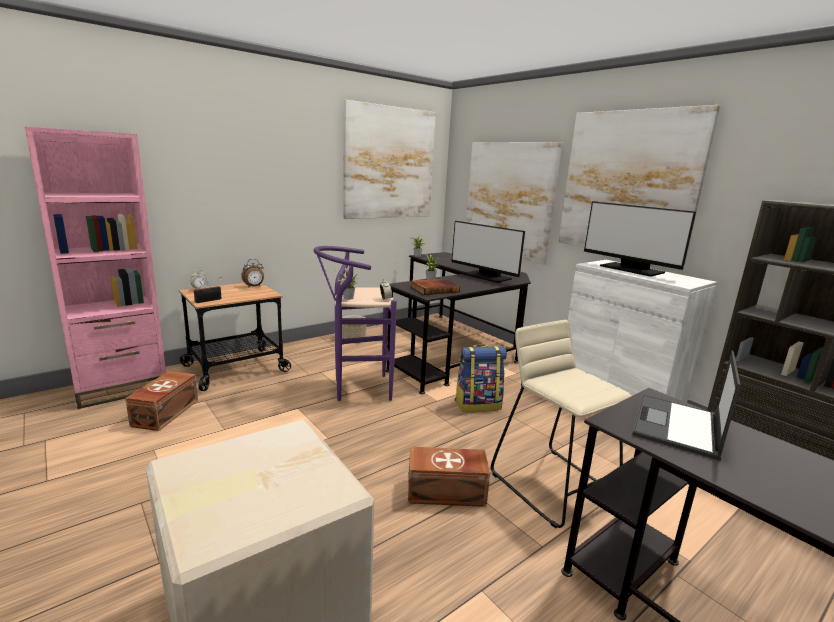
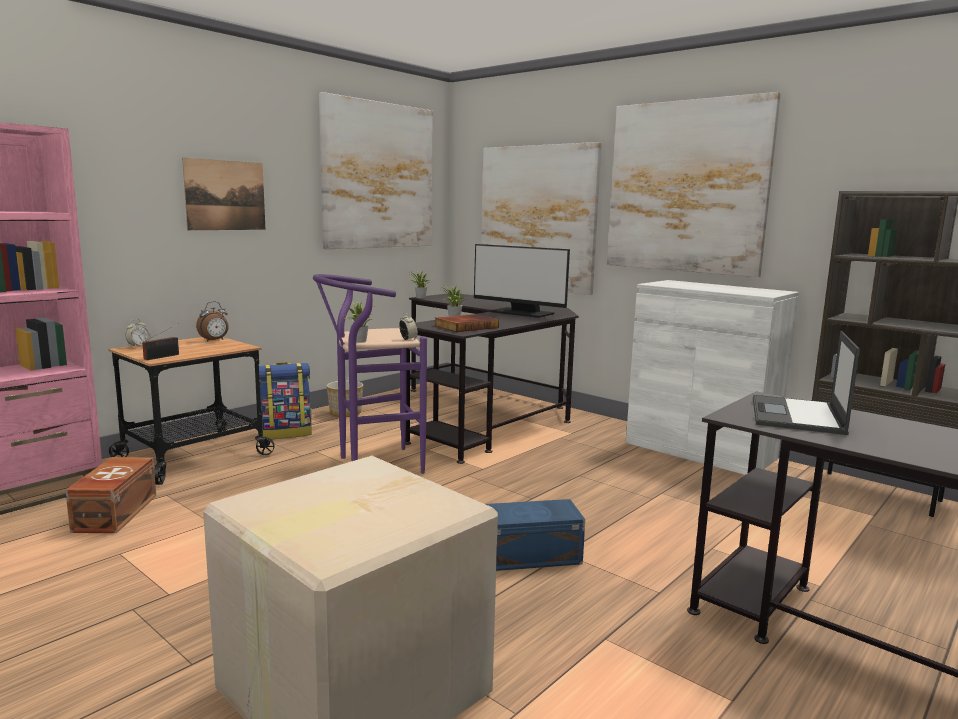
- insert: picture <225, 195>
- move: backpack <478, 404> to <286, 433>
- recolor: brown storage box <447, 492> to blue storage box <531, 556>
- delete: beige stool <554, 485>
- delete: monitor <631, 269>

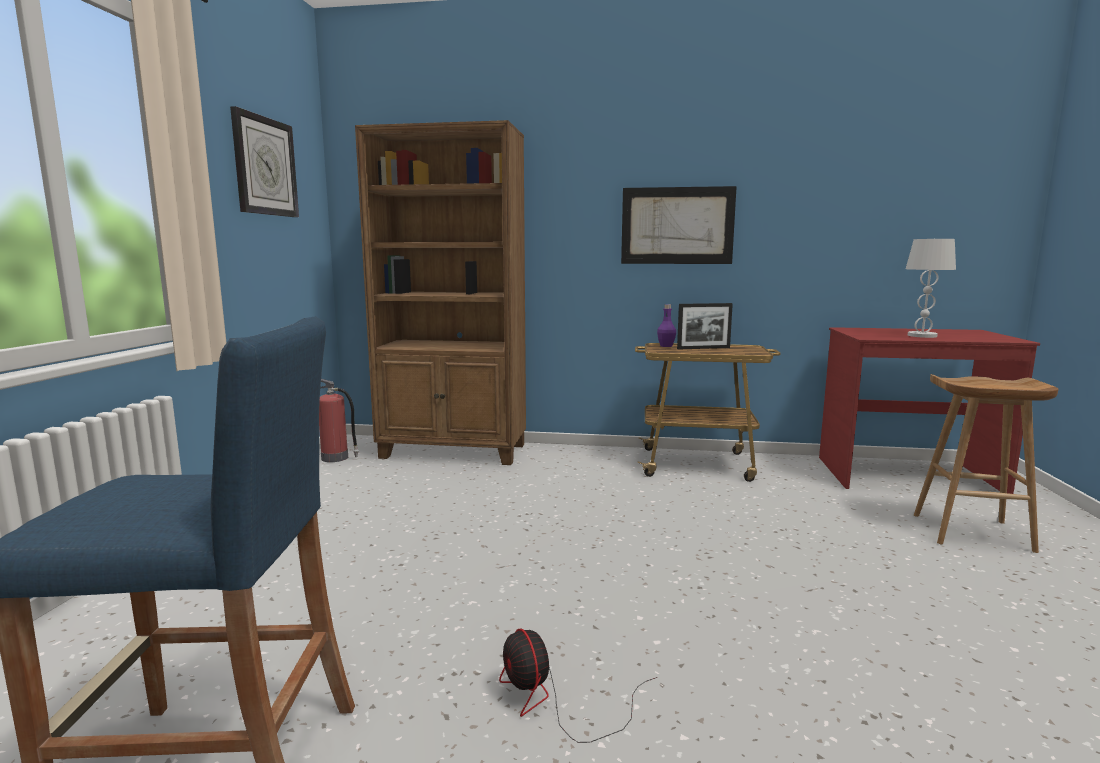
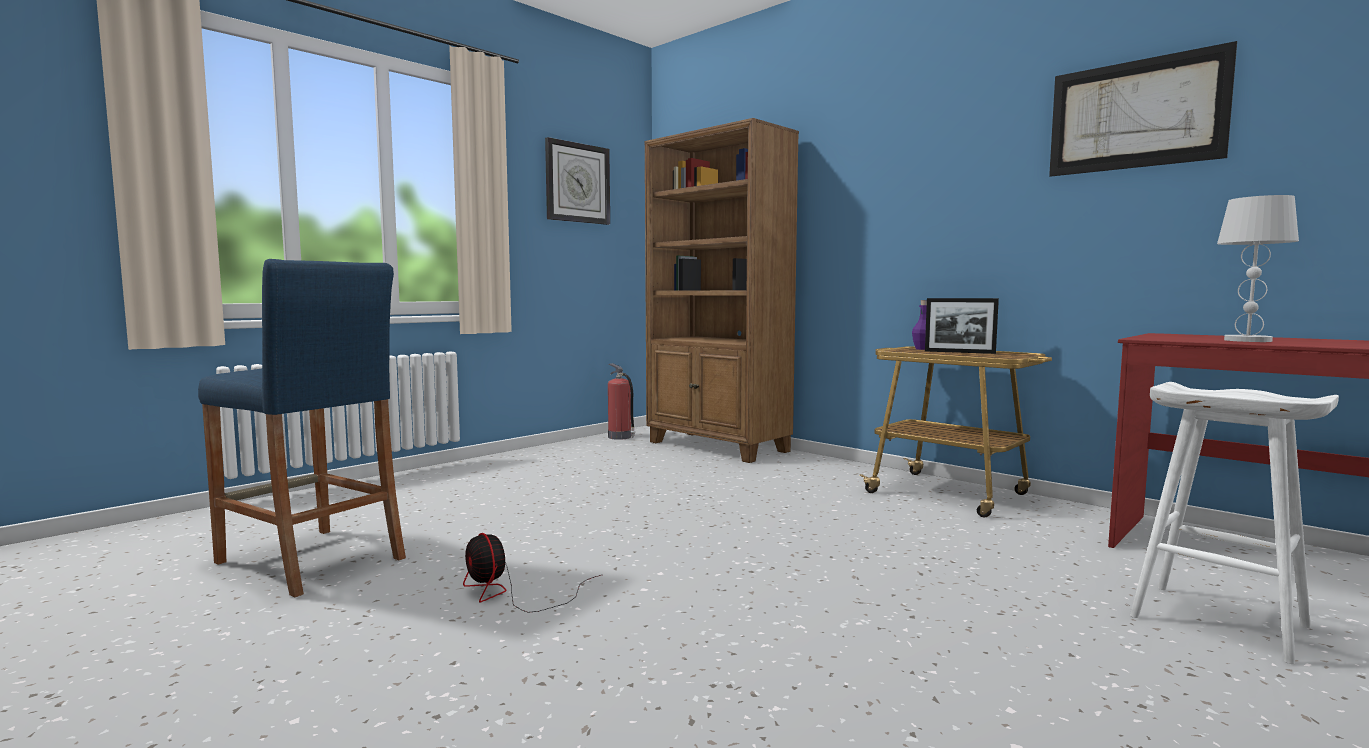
- rotate: fan <555, 702> = <511, 593> 45 degrees counterclockwise
- move: picture <677, 226> to <1135, 114>
- recolor: brown stool <970, 533> to white stool <1215, 621>

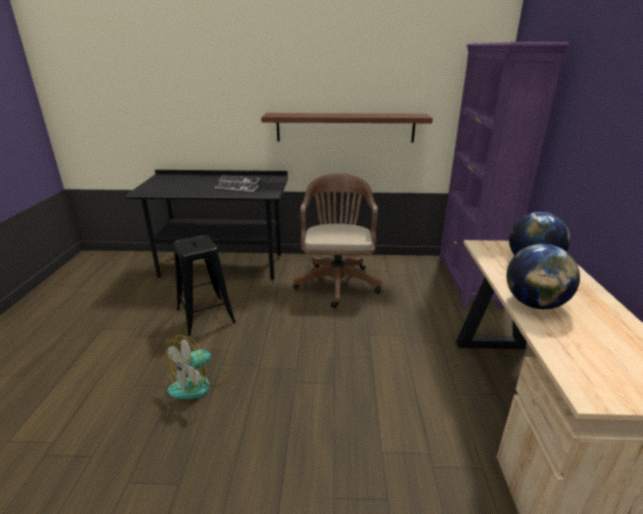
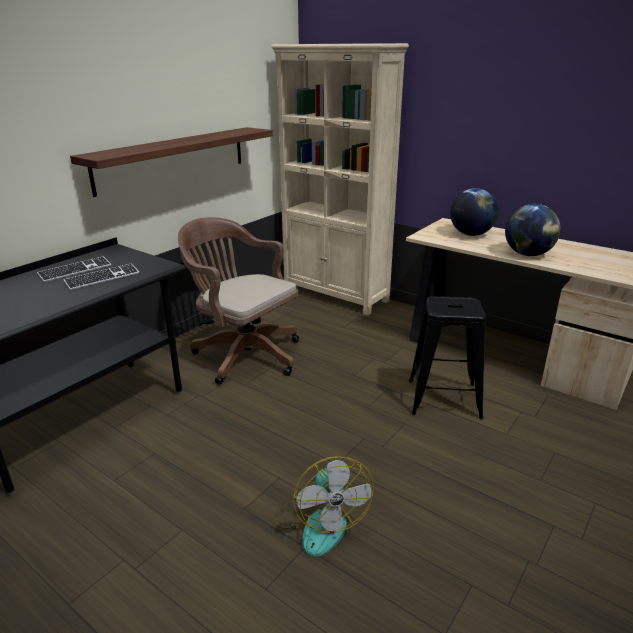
- recolor: purple bookcase <468, 281> to beige bookcase <336, 295>
- move: black stool <205, 316> to <444, 399>

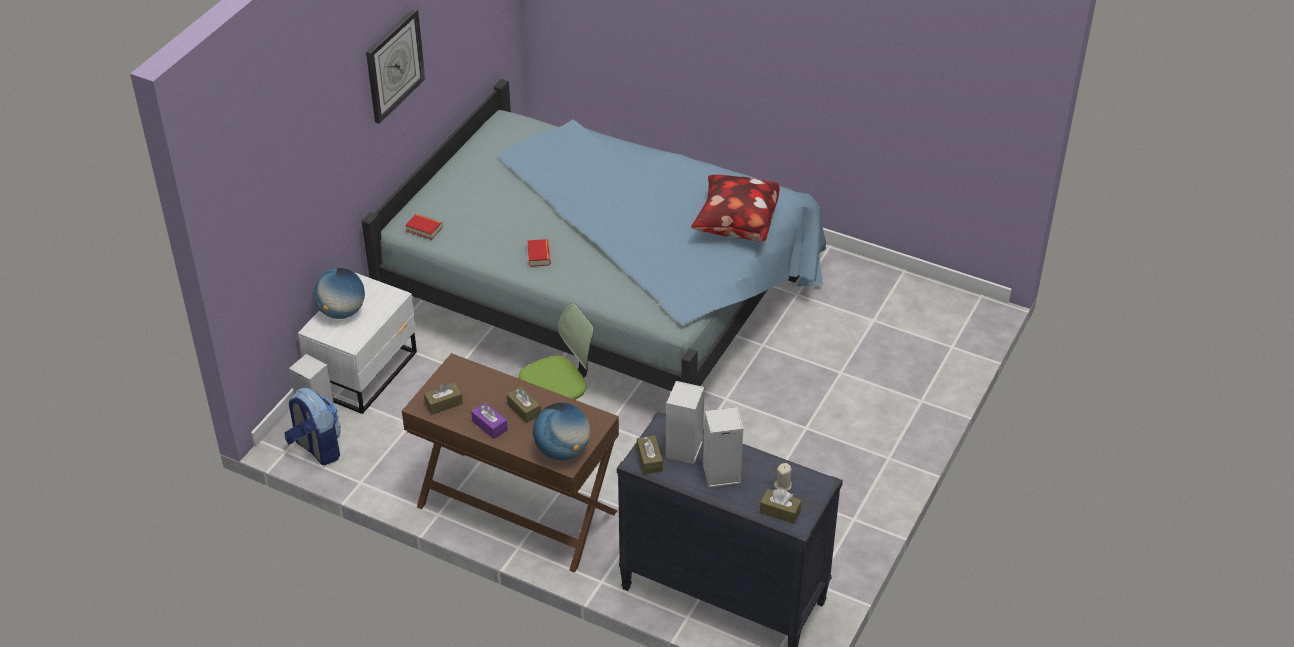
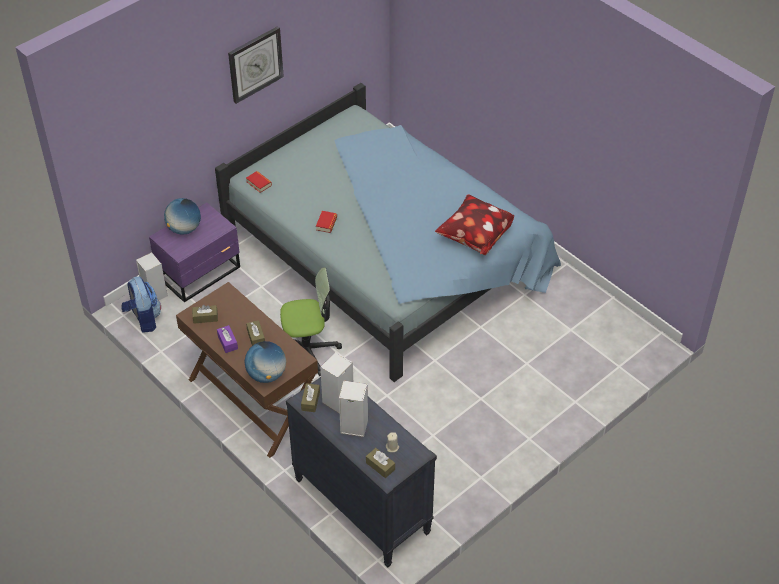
- recolor: white nightstand <366, 372> to purple nightstand <200, 272>

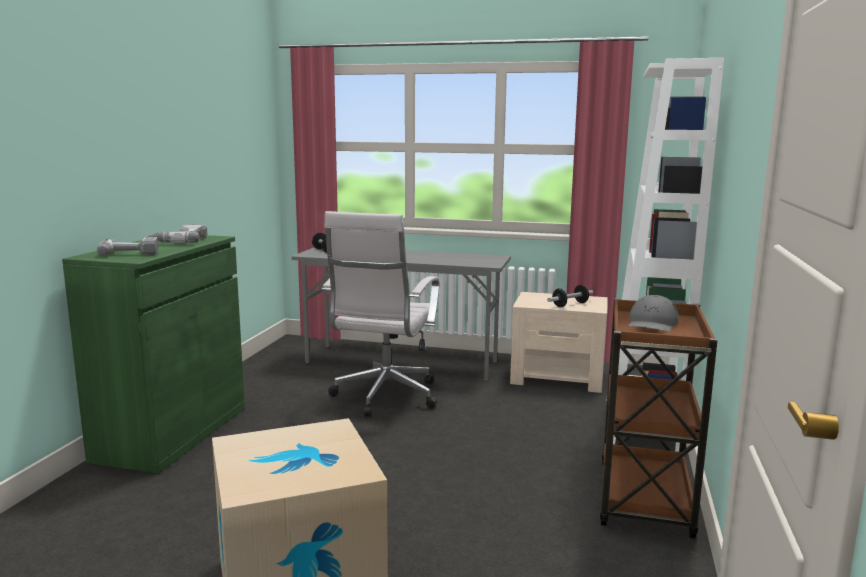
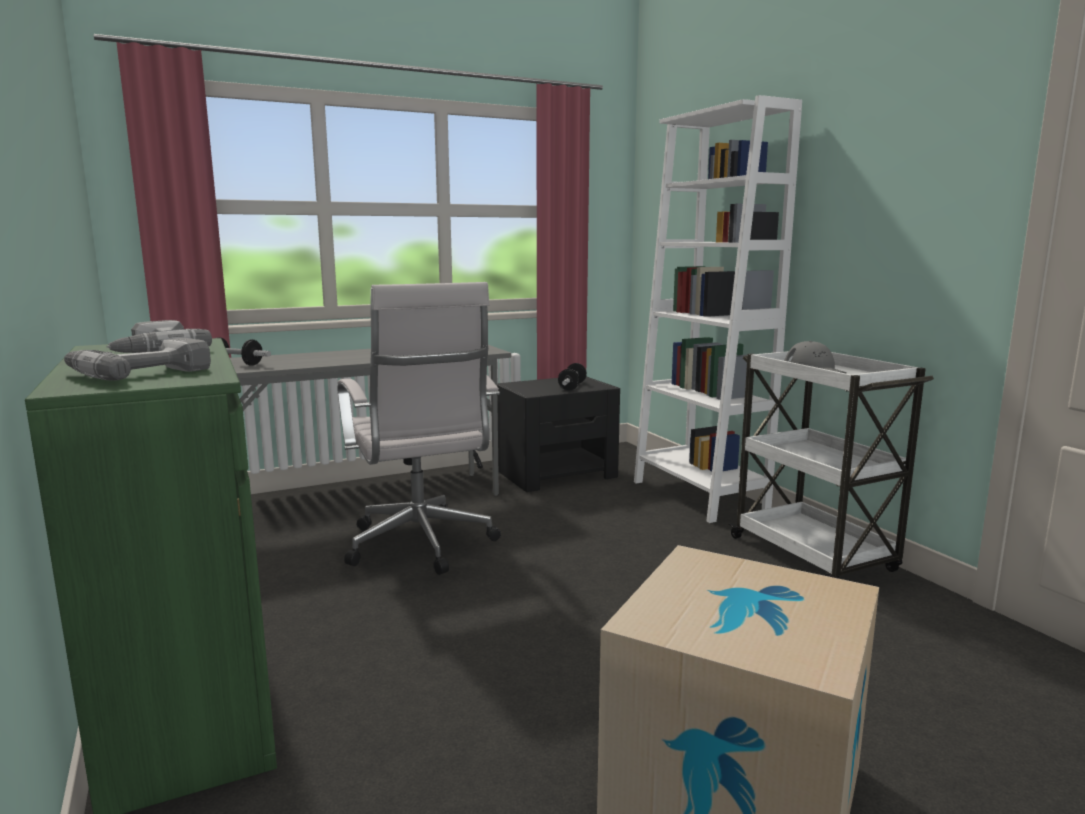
- recolor: beige nightstand <558, 377> to black nightstand <557, 473>
- recolor: brown cart <644, 500> to white cart <814, 555>

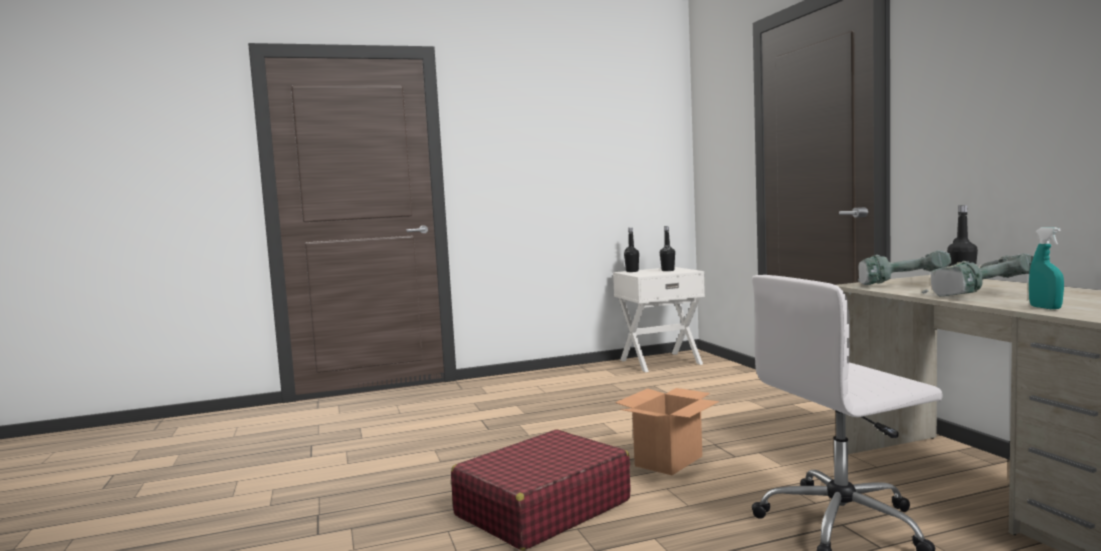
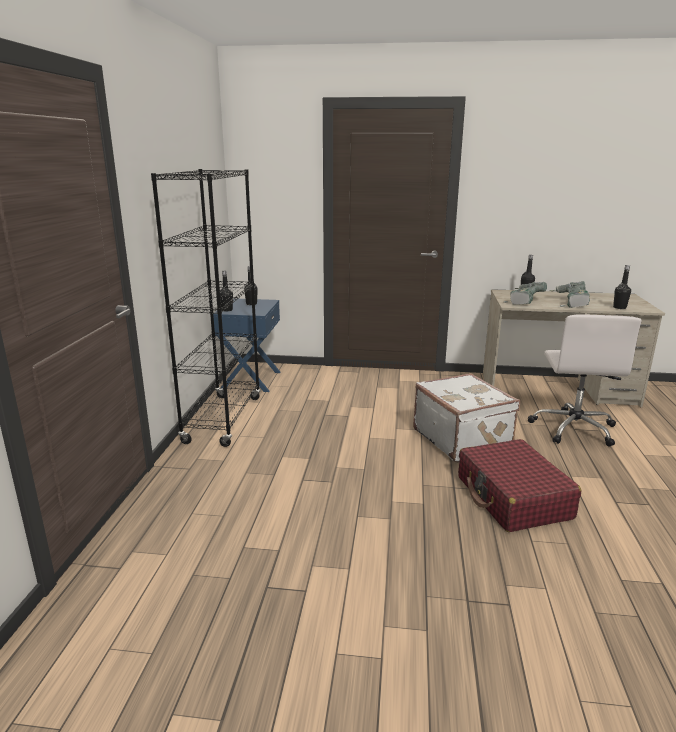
- insert: black bookcase <223, 420>
- recolor: white nightstand <660, 362> to blue nightstand <250, 380>
- replace: cardboard box <669, 461> to white suitcase <462, 439>
- replace: turquoise spray bottle <1045, 308> to black bottle <619, 307>

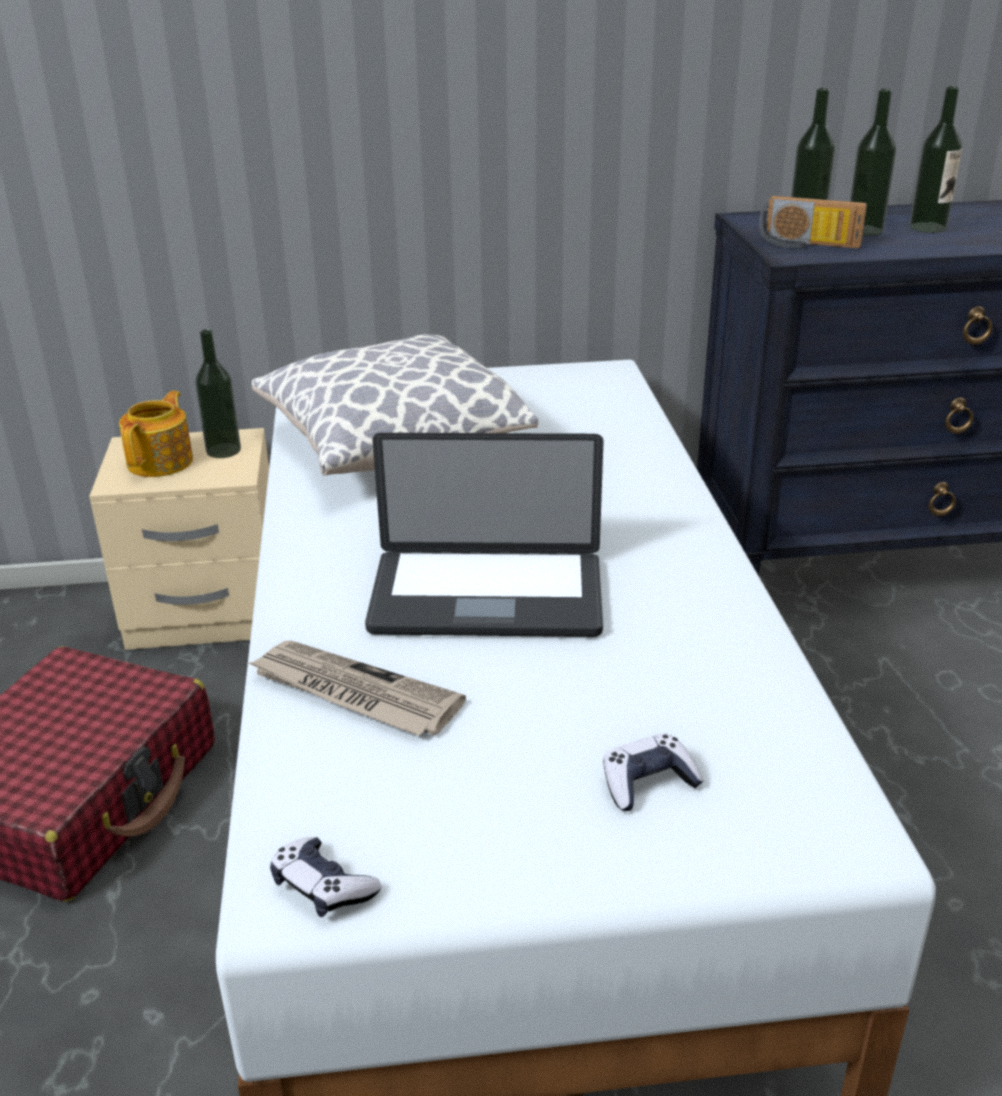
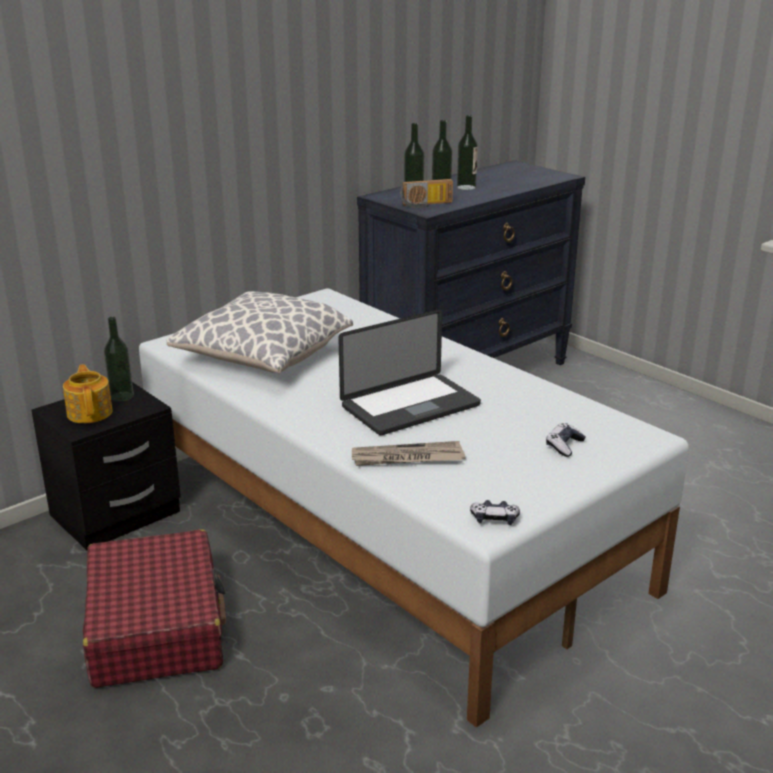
- recolor: beige nightstand <207, 614> to black nightstand <117, 515>

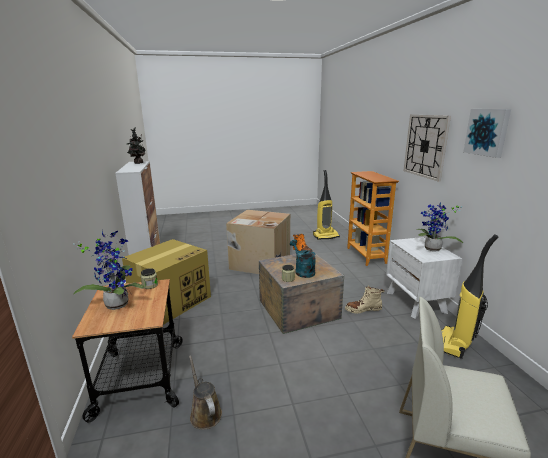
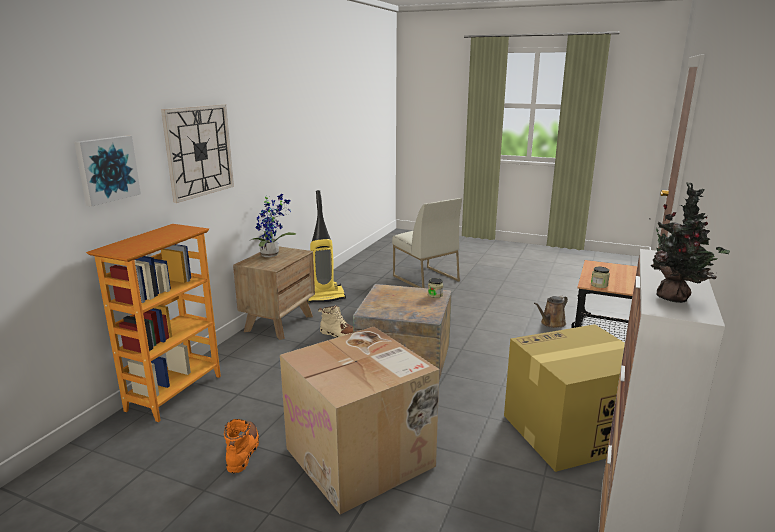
- move: picture <487, 132> to <106, 169>
- recolor: white nightstand <416, 302> to brown nightstand <279, 323>
- rotate: brown watering can <204, 413> = <551, 323> 45 degrees clockwise
- delete: potted plant <117, 303>
- delete: turquoise watering can <302, 271>
- delete: vacuum cleaner <326, 236>

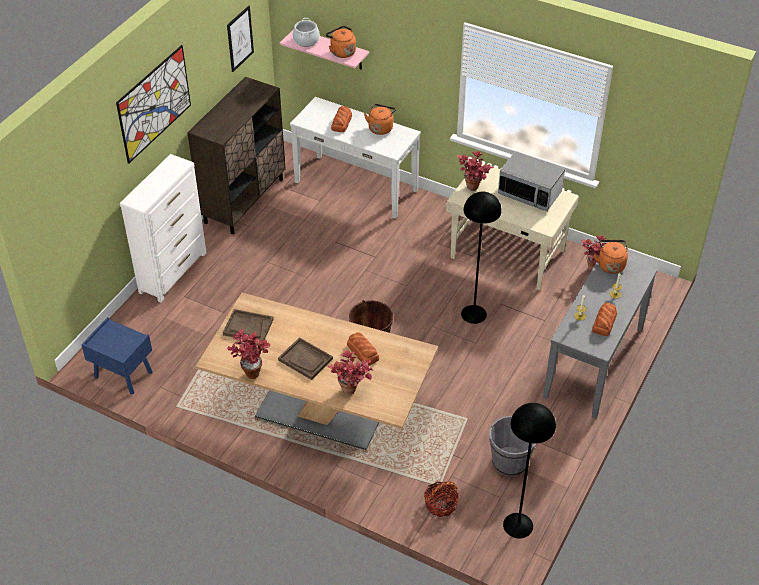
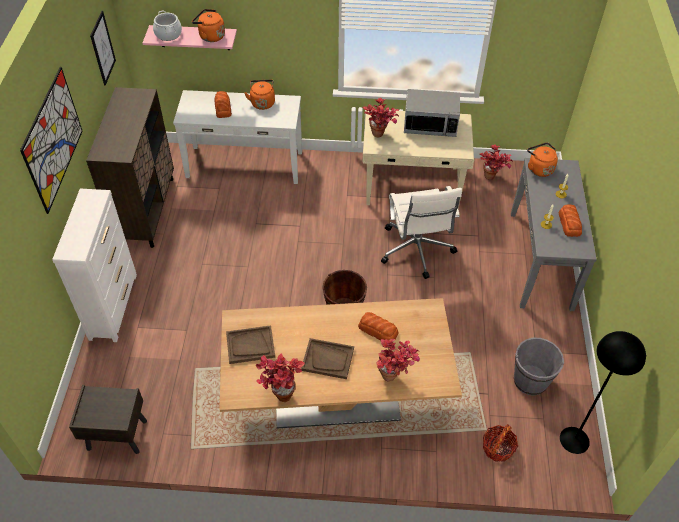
- recolor: blue nightstand <122, 374> to brown nightstand <116, 435>
- replace: black floor lamp <473, 314> to white office chair <416, 251>

